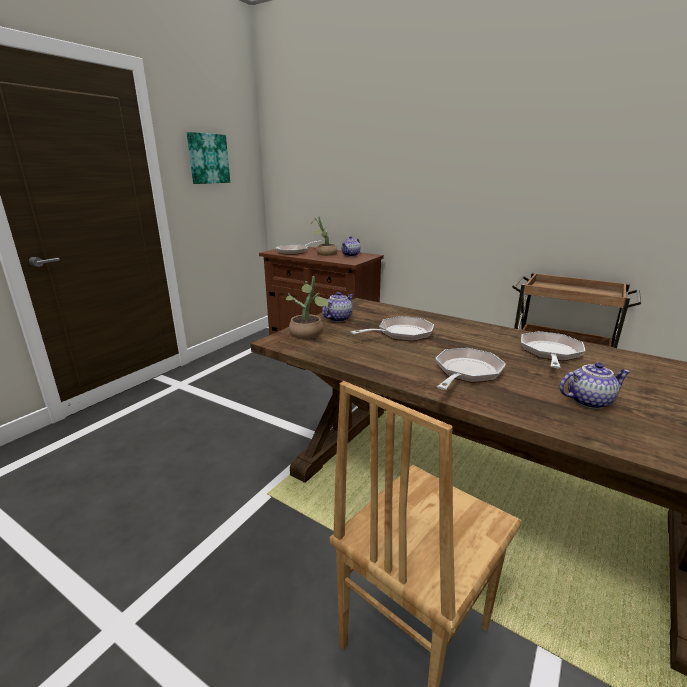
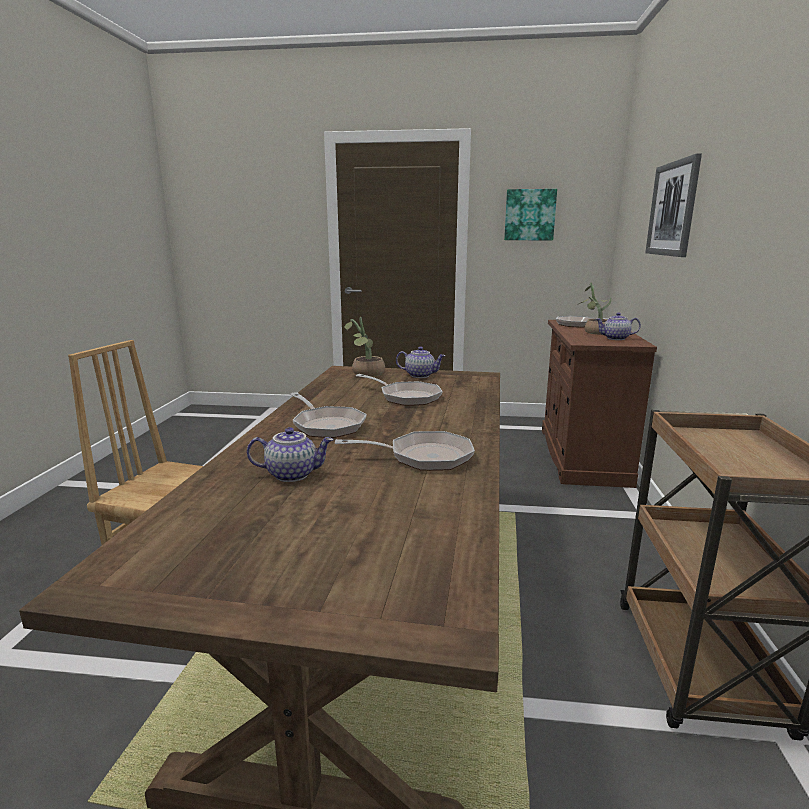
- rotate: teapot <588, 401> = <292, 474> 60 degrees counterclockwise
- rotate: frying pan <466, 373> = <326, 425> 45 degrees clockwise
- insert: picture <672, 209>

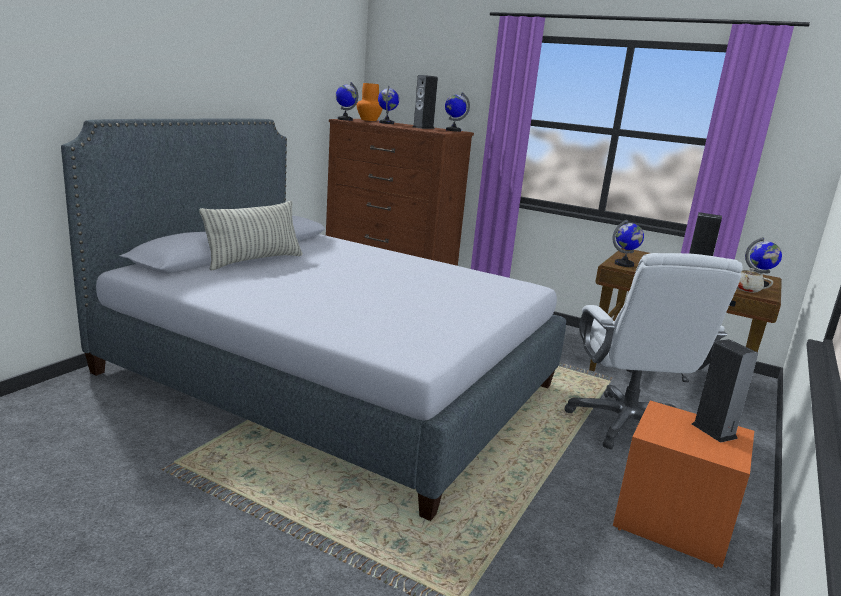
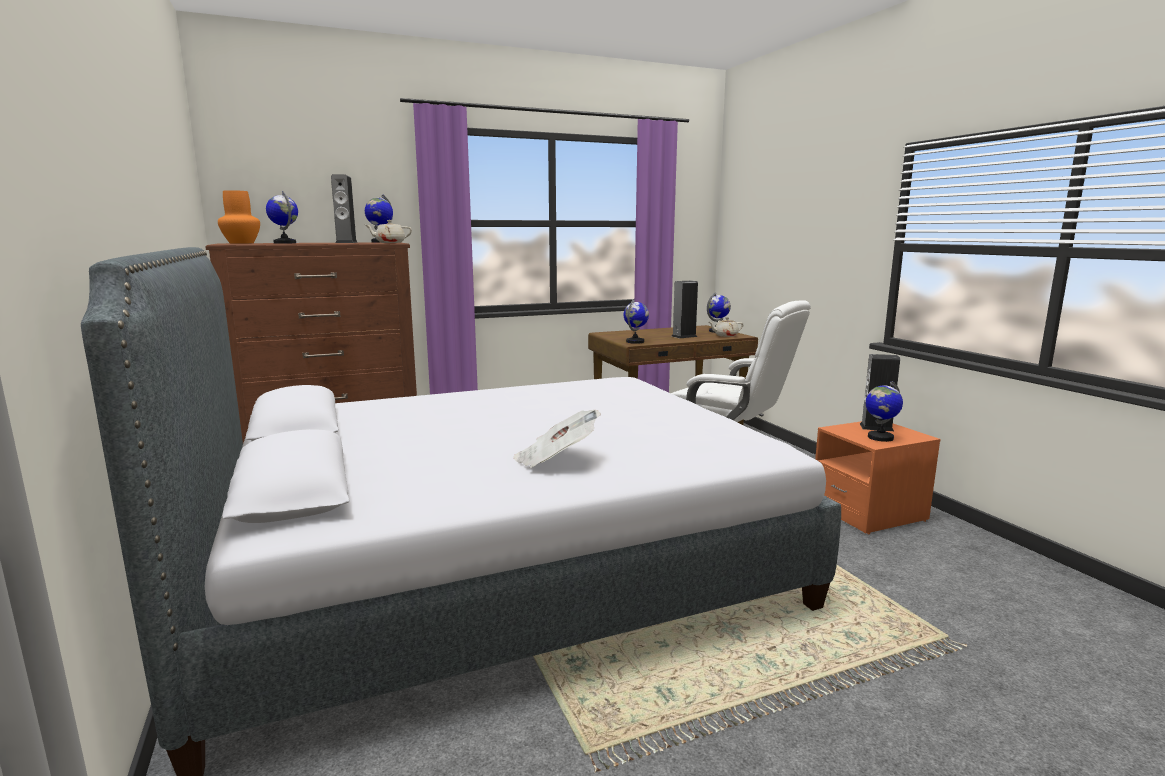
- insert: beige teapot <390, 243>
- insert: newspaper <556, 460>
- move: globe <345, 119> to <880, 437>
- delete: pillow <254, 261>

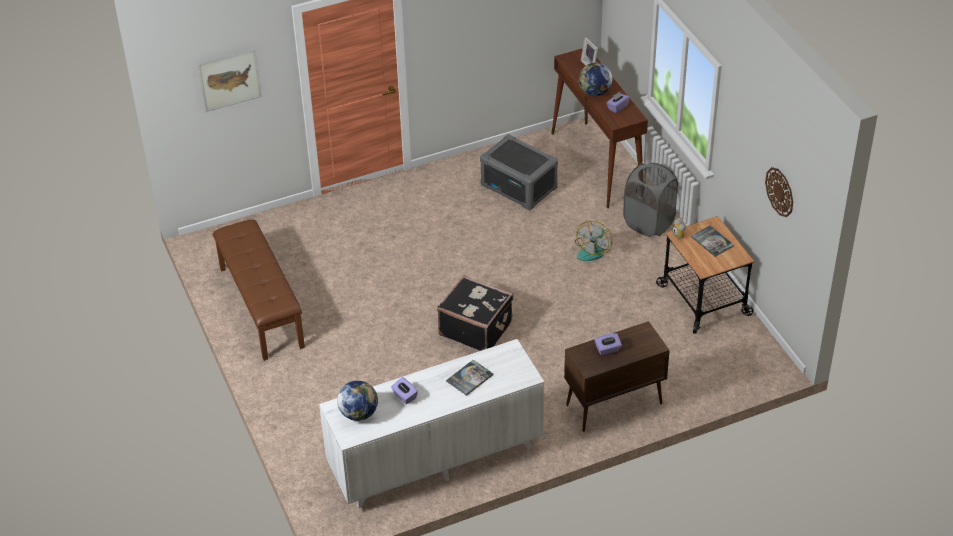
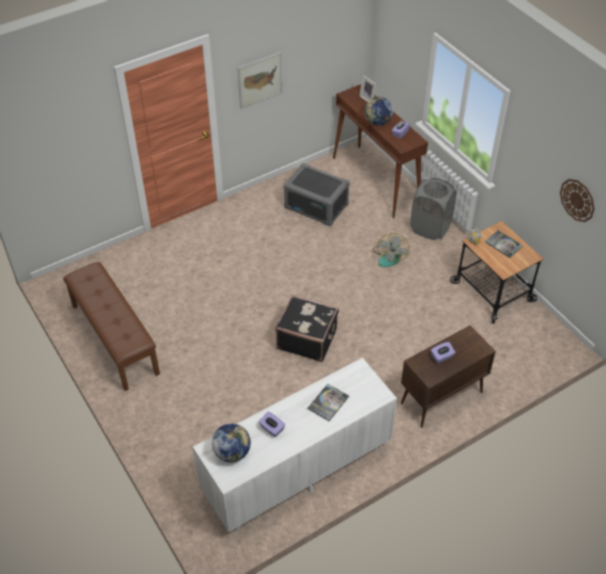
- move: picture <229, 80> to <260, 80>

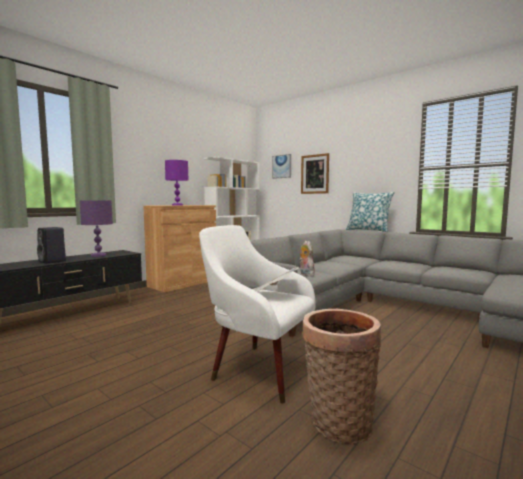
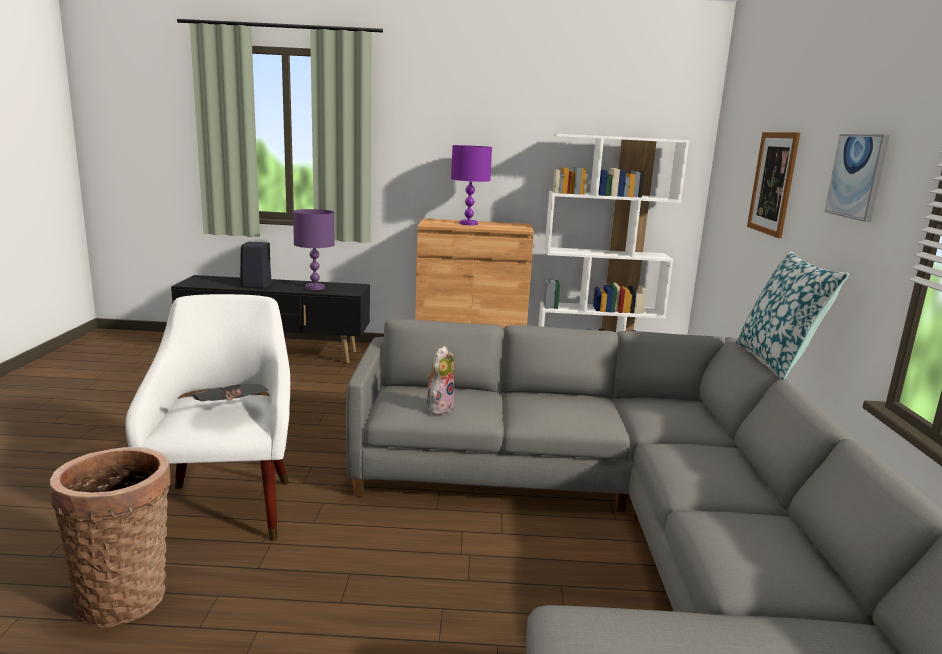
- move: picture <282, 166> to <857, 176>

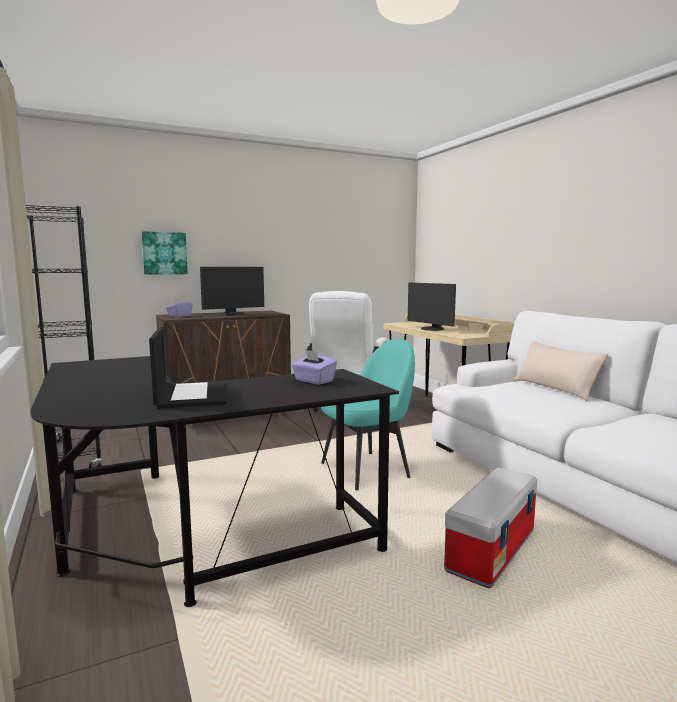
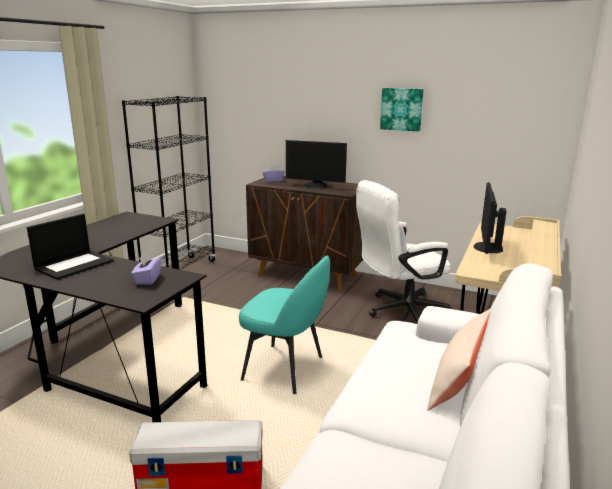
- move: picture <164, 253> to <401, 109>

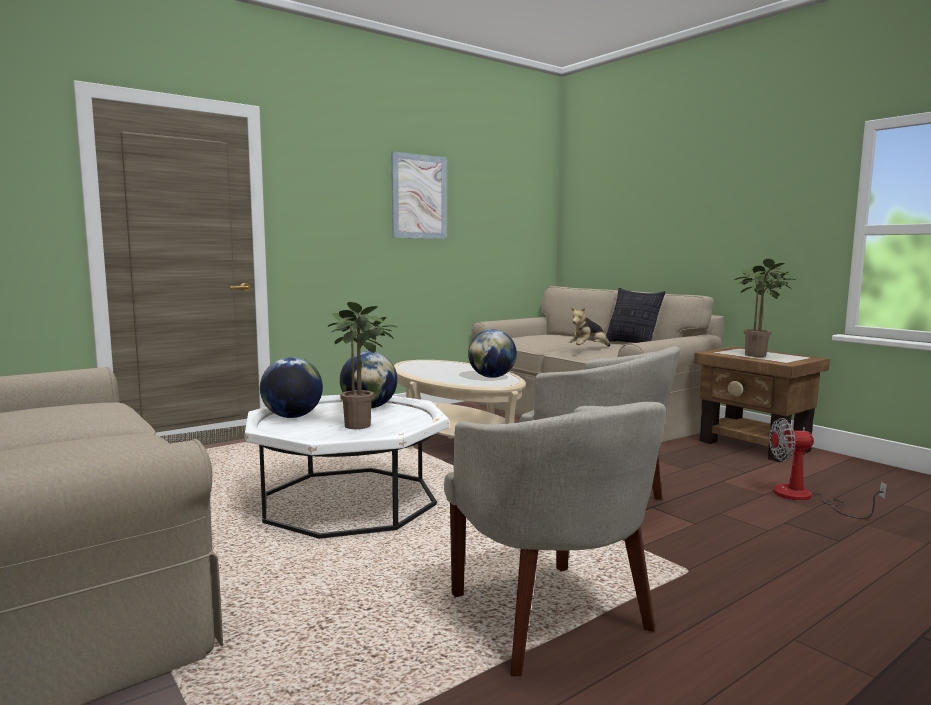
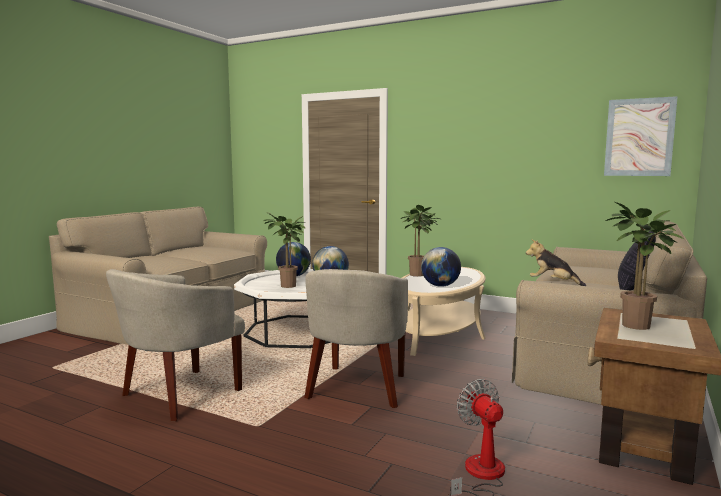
- insert: potted plant <419, 275>
- move: picture <419, 196> to <639, 137>

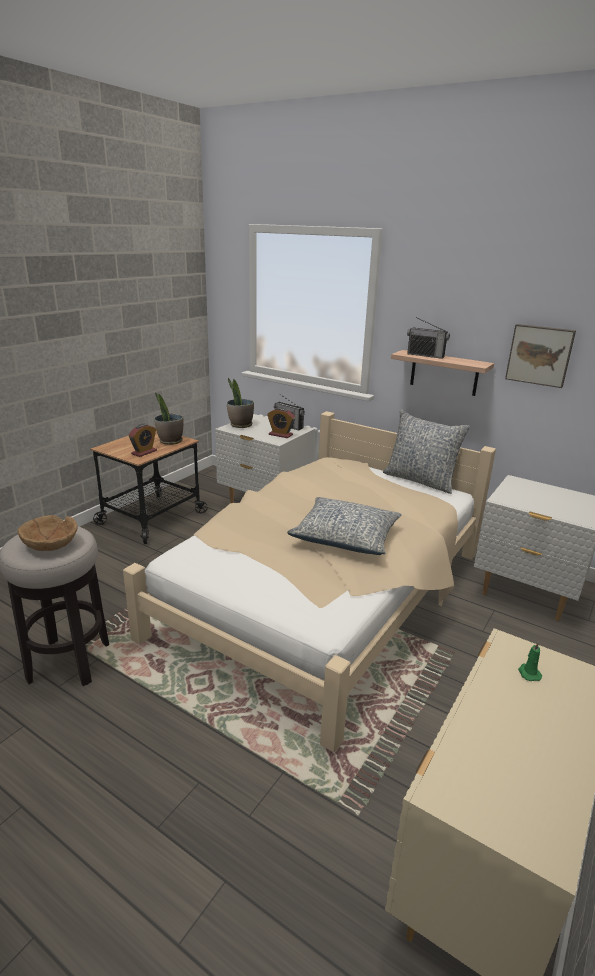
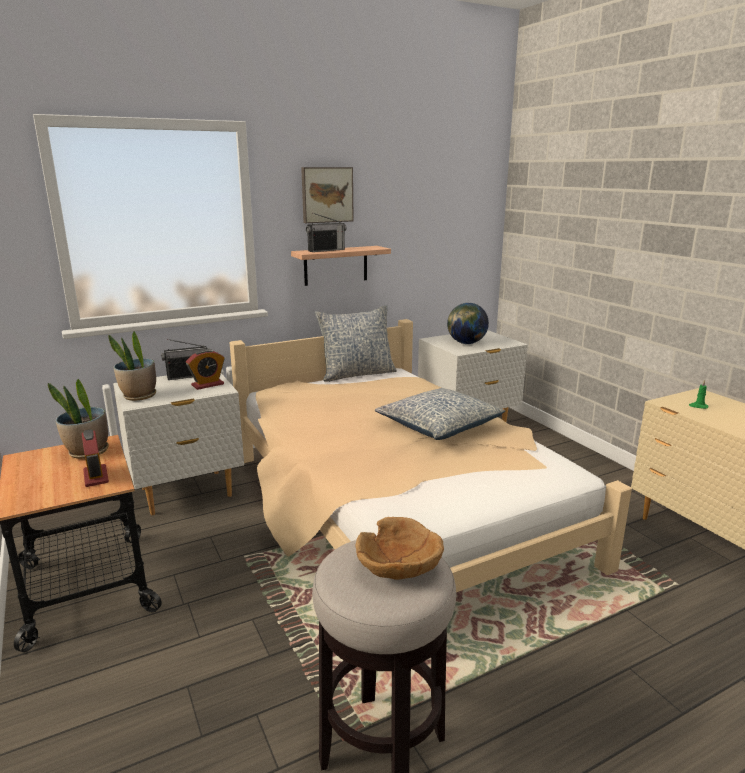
- move: picture <539, 355> to <326, 194>
- insert: globe <466, 343>

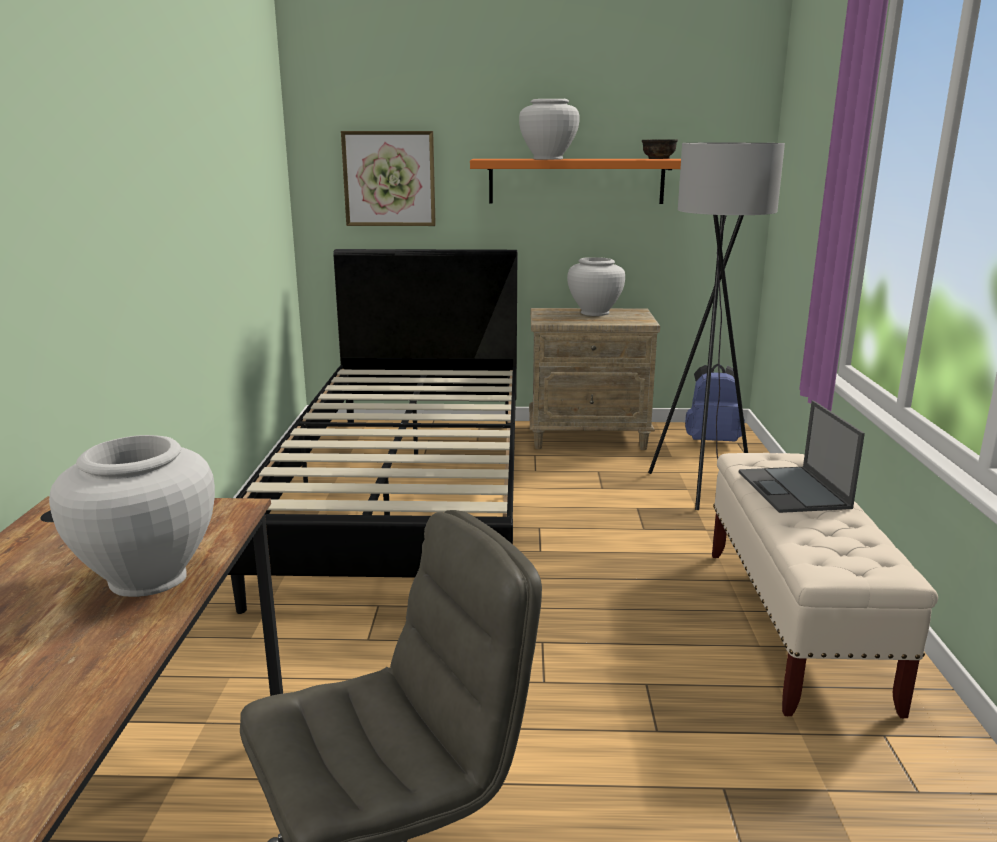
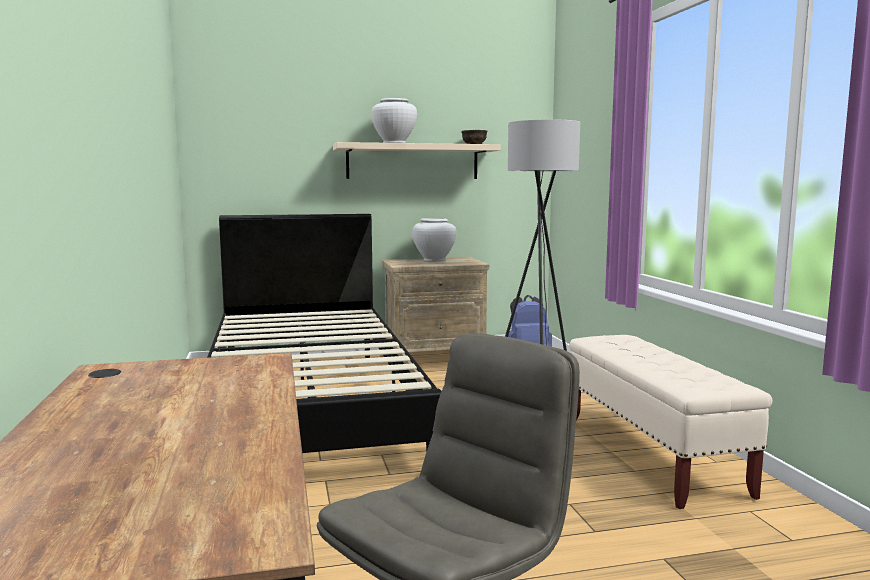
- recolor: orange shelf <576, 181> to beige shelf <412, 162>
- delete: white vase <148, 577>
- delete: picture <389, 179>
- delete: laptop <794, 490>

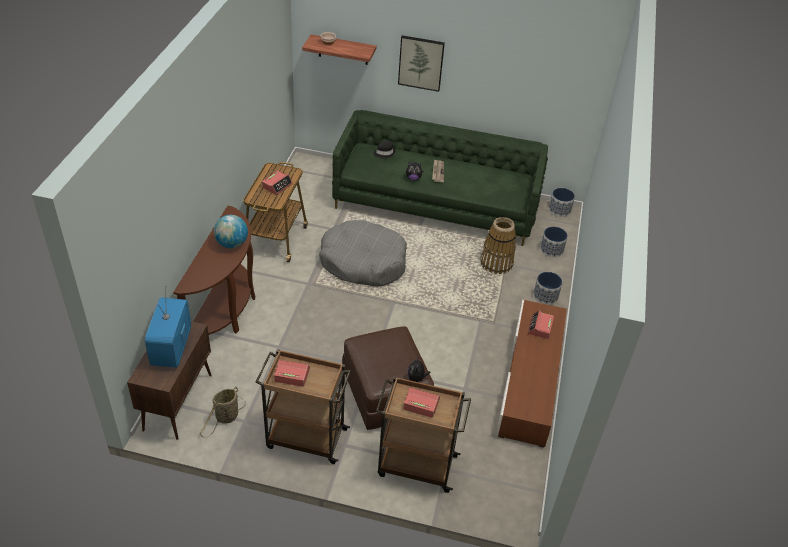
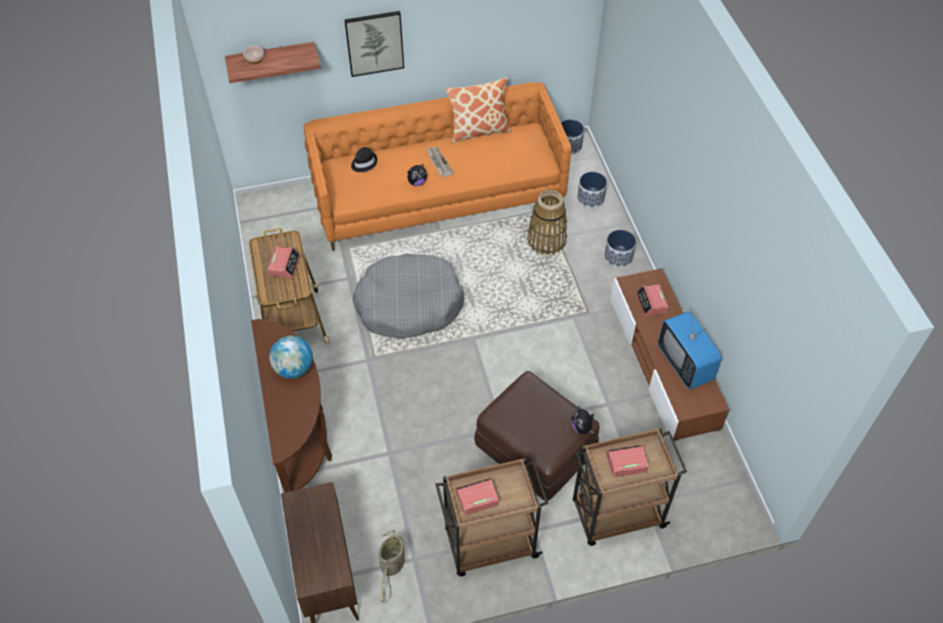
- recolor: green sofa <436, 204> to orange sofa <438, 195>
- insert: pillow <479, 130>
- move: television <172, 347> to <685, 364>

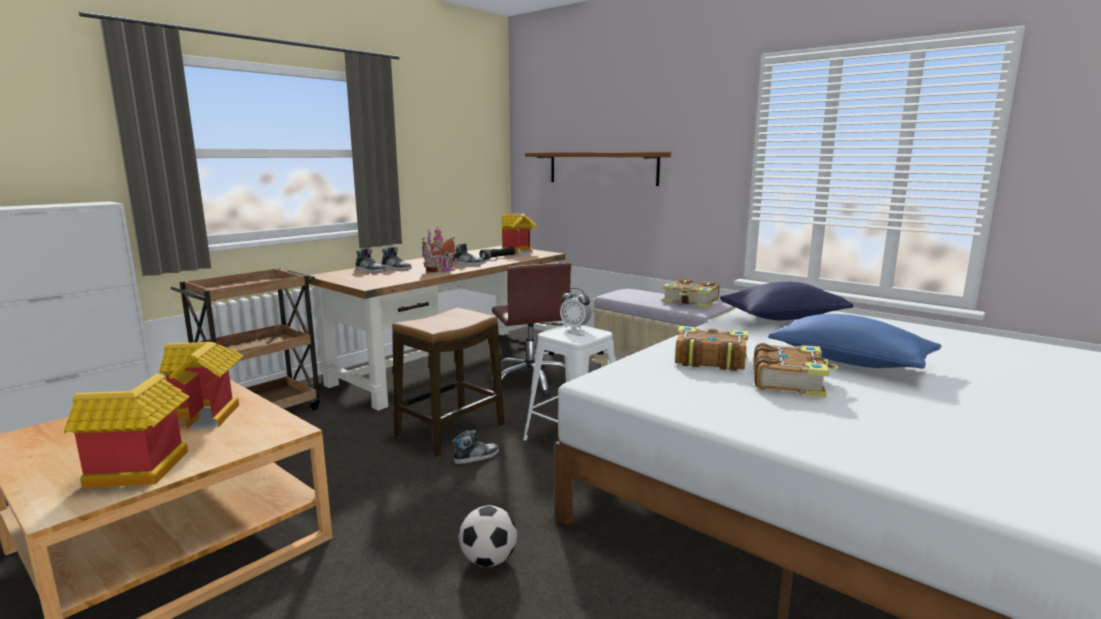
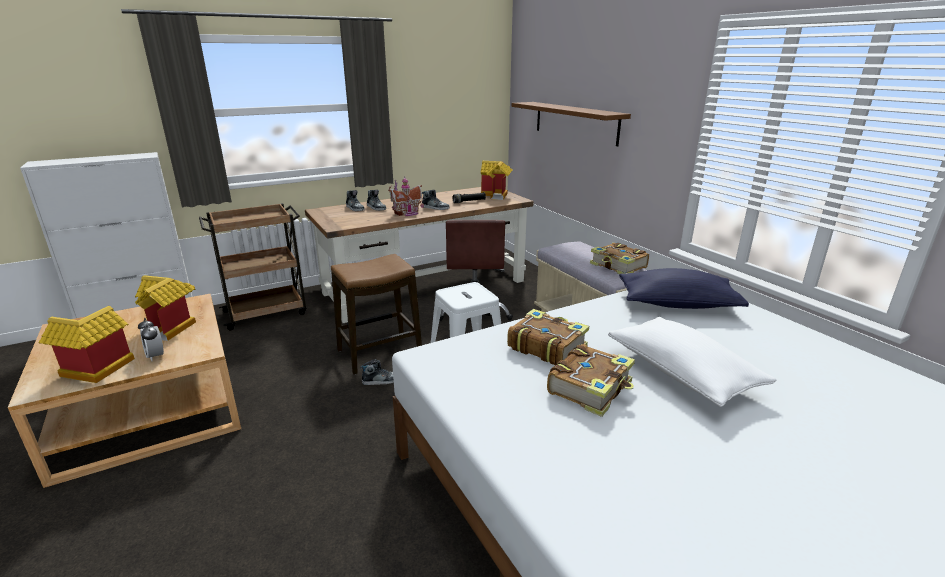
- move: alarm clock <575, 327> to <156, 356>
- recolor: blue pillow <849, 361> to white pillow <682, 373>
- delete: football <488, 560>

